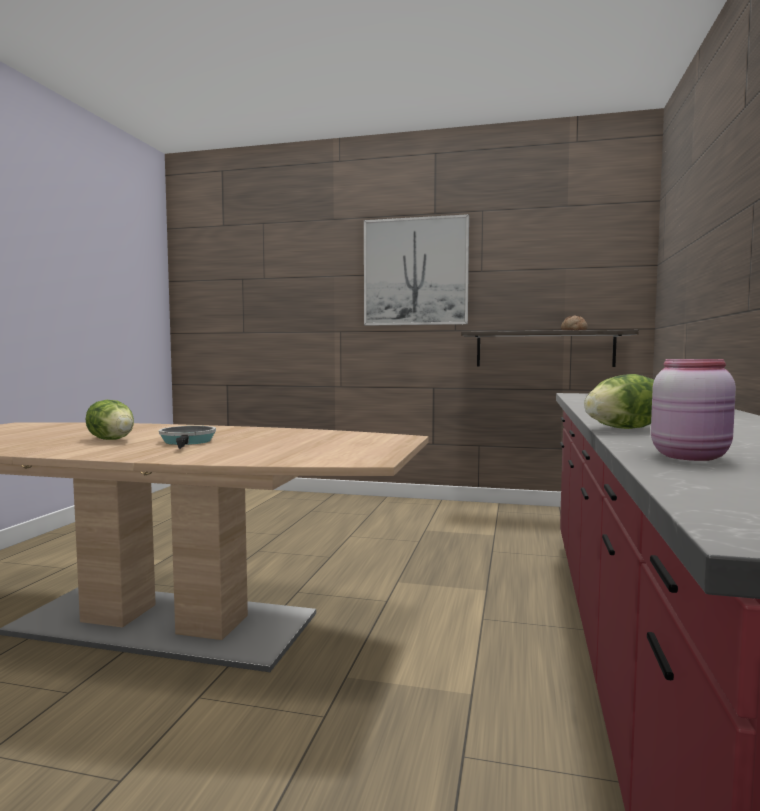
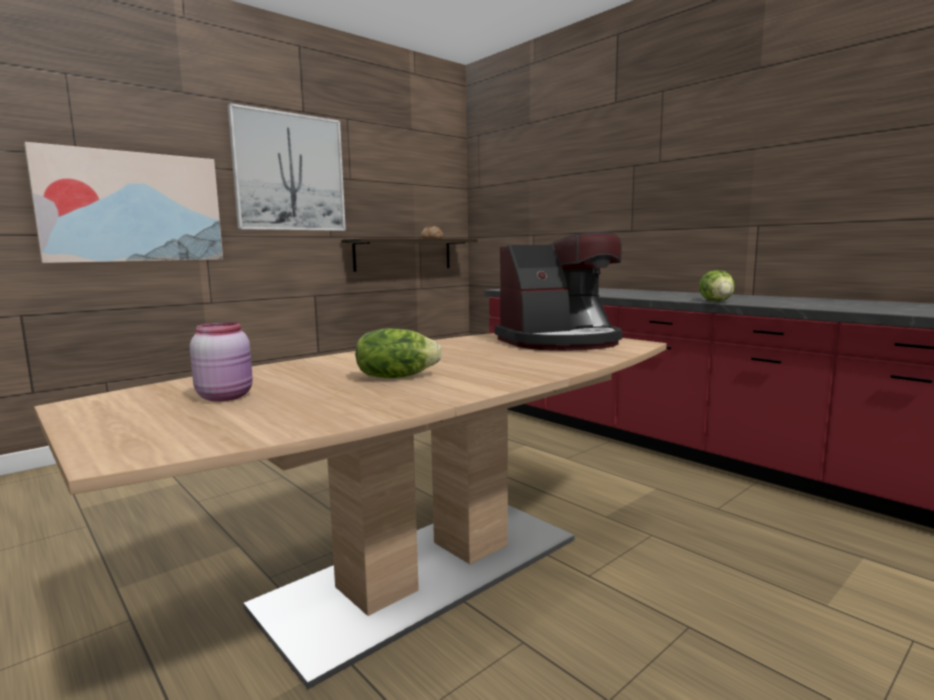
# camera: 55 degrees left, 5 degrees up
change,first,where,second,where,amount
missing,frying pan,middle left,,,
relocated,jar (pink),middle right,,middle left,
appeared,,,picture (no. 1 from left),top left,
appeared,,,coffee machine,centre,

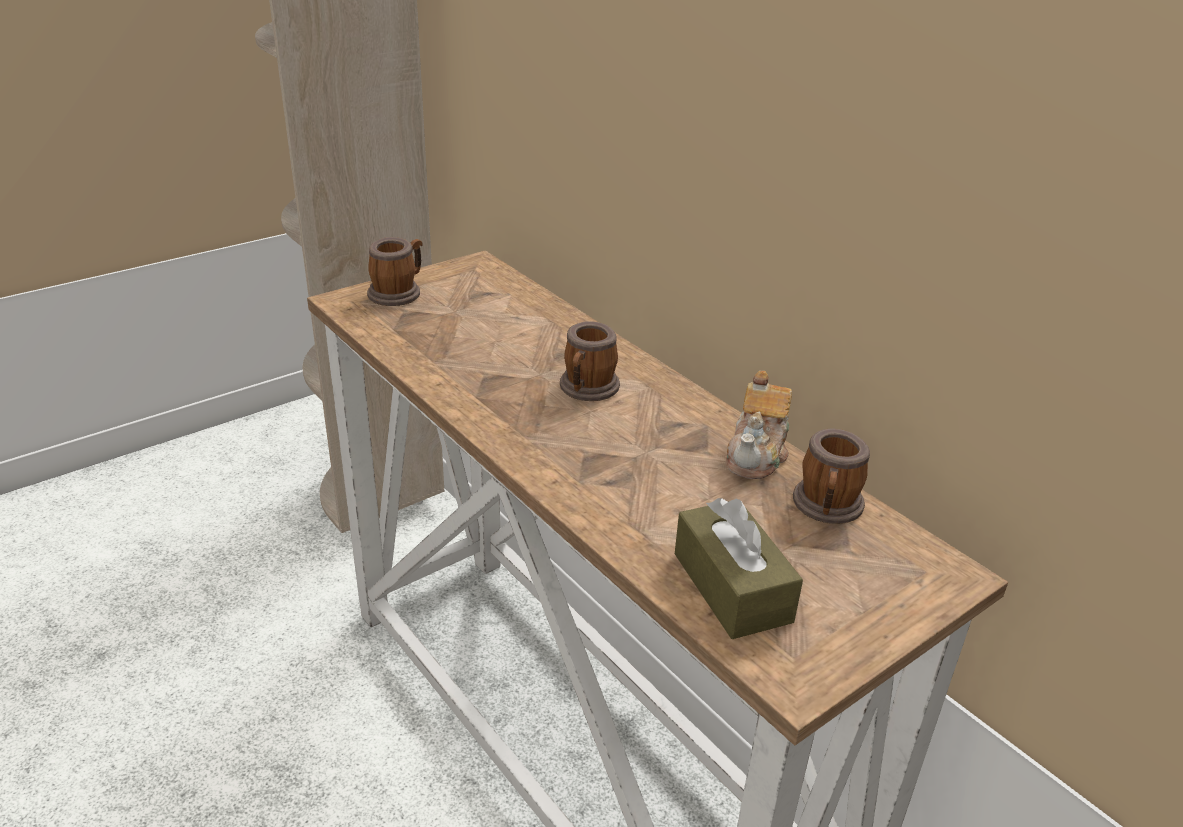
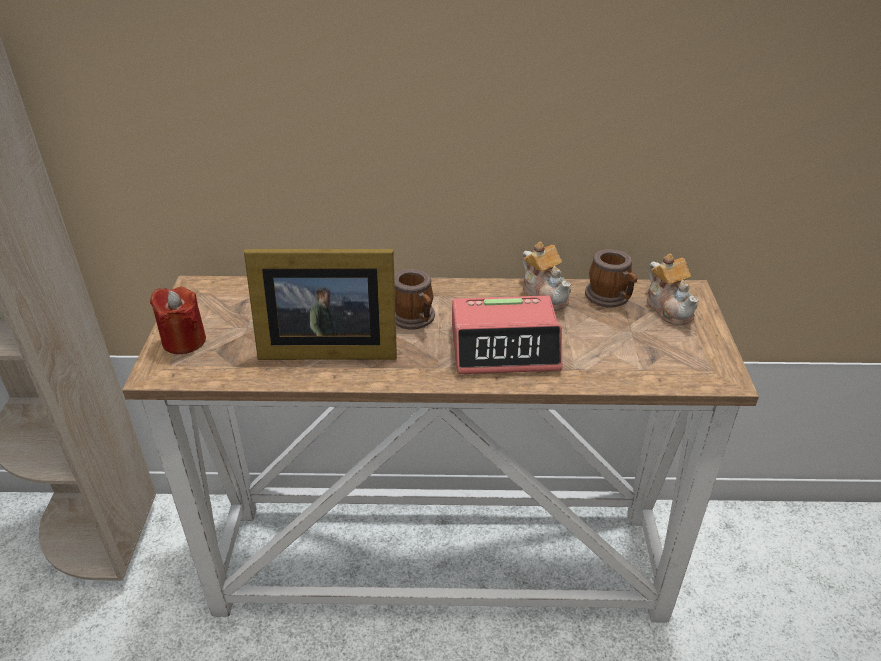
# camera: 50 degrees left, 5 degrees up
change,first,where,second,where,amount
exchanged,mug (no. 1 from left),top centre,candle (red),middle left,
missing,tissue box (brown),bottom centre,,,
appeared,,,picture frame,centre,
appeared,,,alarm clock,centre,
appeared,,,teapot (no. 2 from left),middle right,

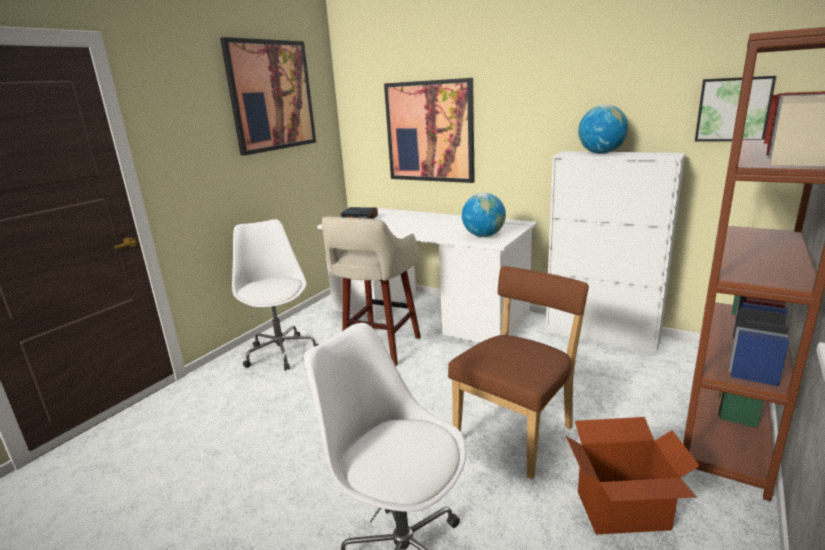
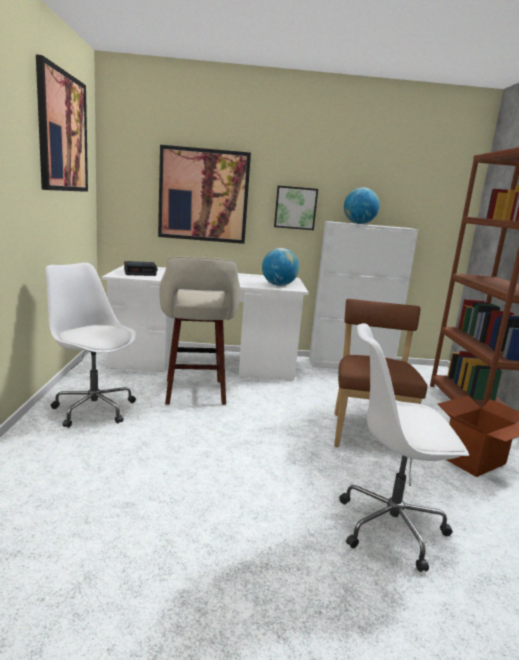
# camera: 35 degrees left, 5 degrees down
change,first,where,second,where,amount
relocated,picture (no. 3 from left),top right,,top centre,

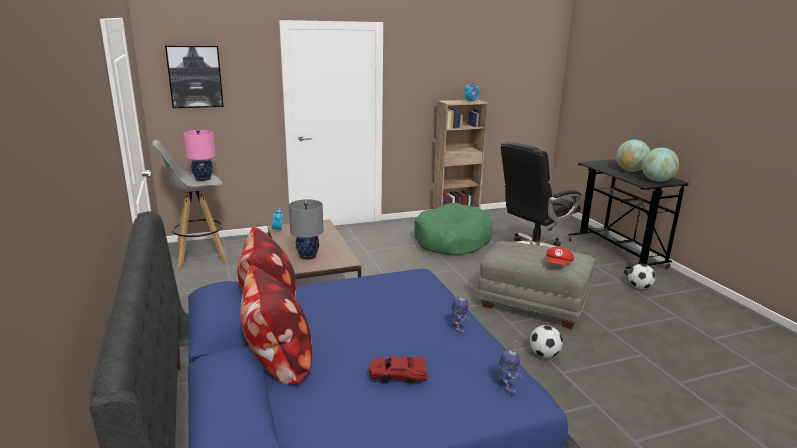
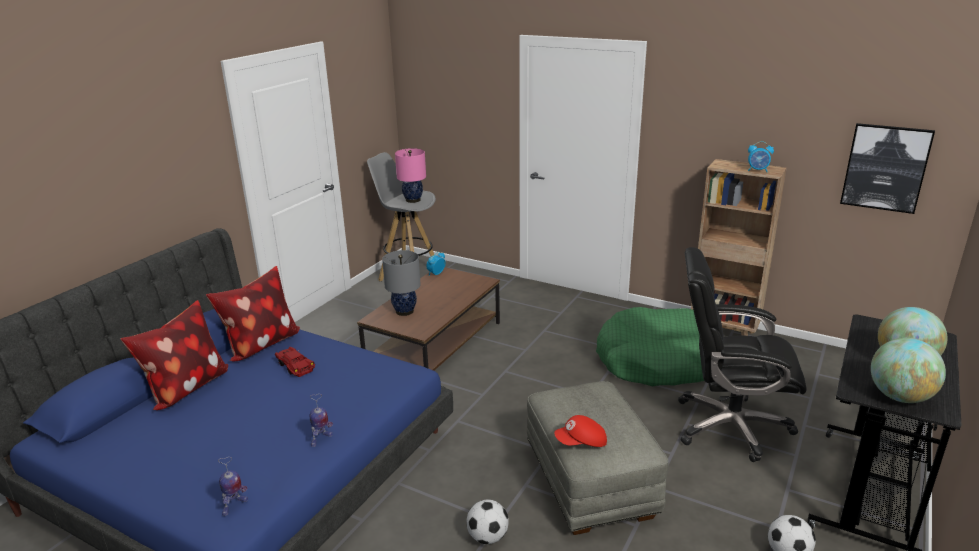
# camera: 50 degrees right, 5 degrees up
change,first,where,second,where,amount
relocated,picture,top left,,top right,
relocated,toy car (red),bottom centre,,middle left,

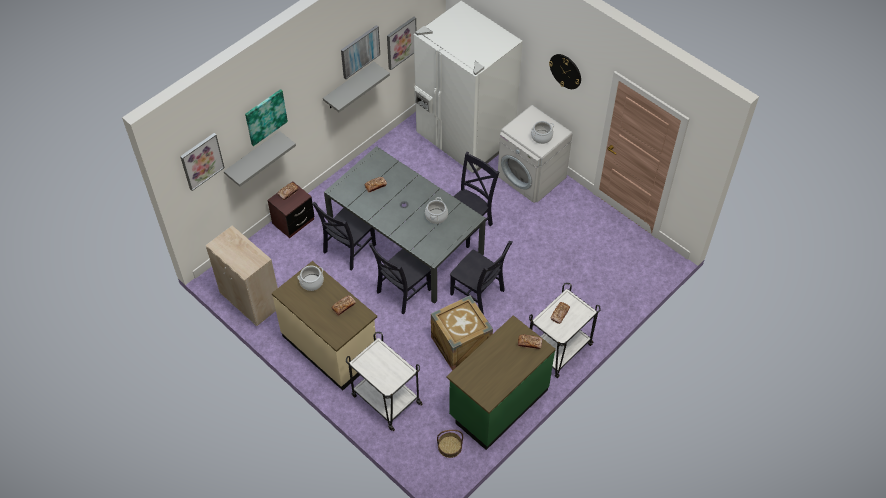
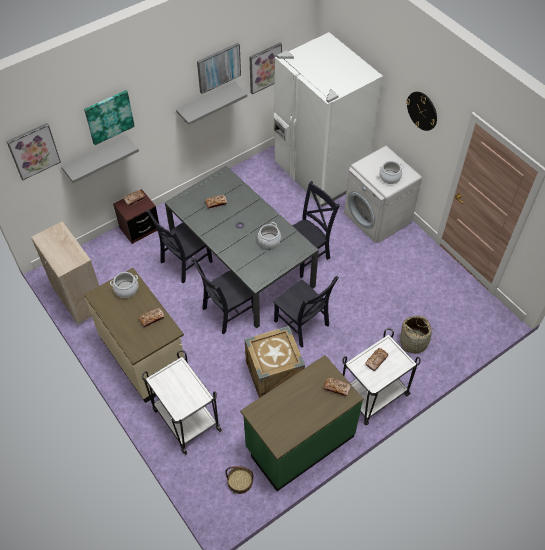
# camera: 10 degrees right, 0 degrees up
change,first,where,second,where,amount
appeared,,,basket (no. 2 from left),middle right,

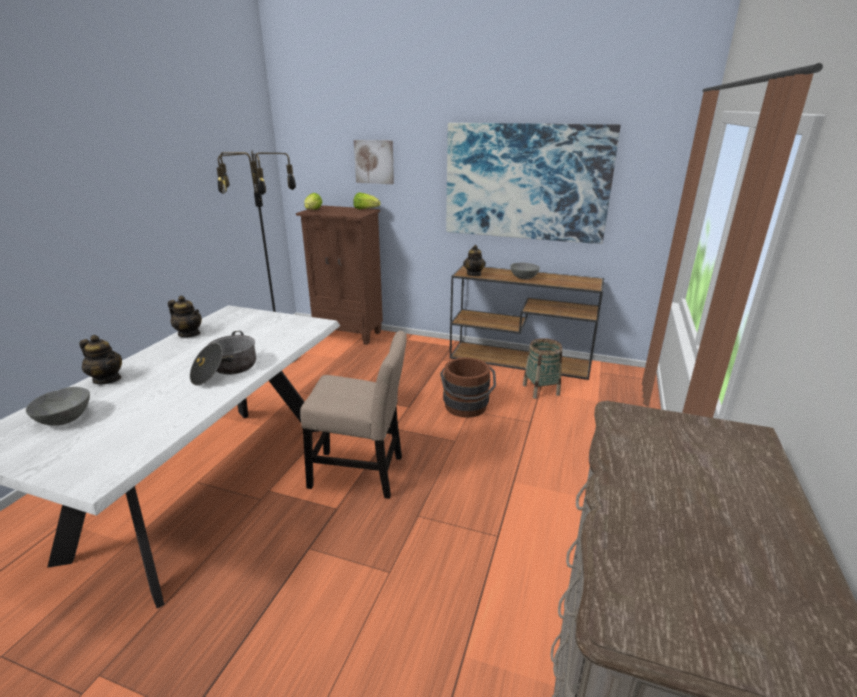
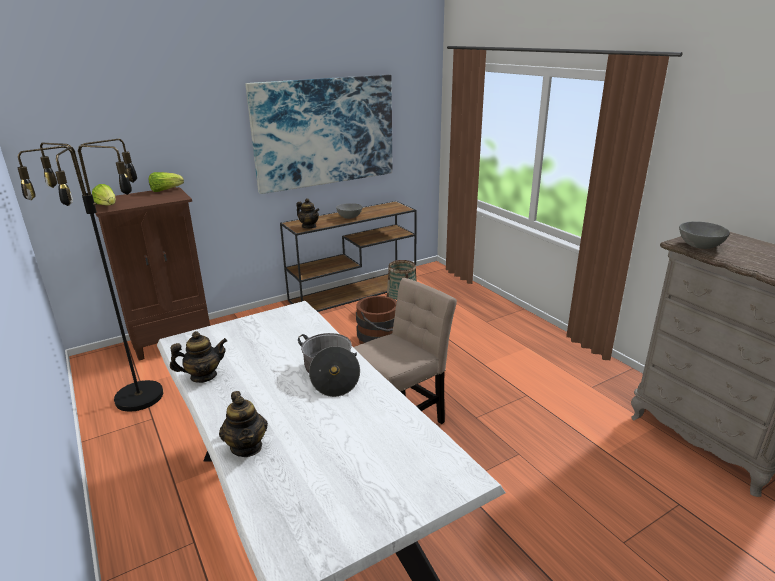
# camera: 50 degrees left, 0 degrees up
change,first,where,second,where,amount
relocated,bowl (grey) (no. 1 from left in the first image),middle left,bowl (grey) (no. 2 from left),middle right,
spun,teapot (no. 1 from left in the first image),middle left,teapot (no. 2 from left),bottom left,90 degrees clockwise
missing,picture (no. 1 from left),top centre,,,

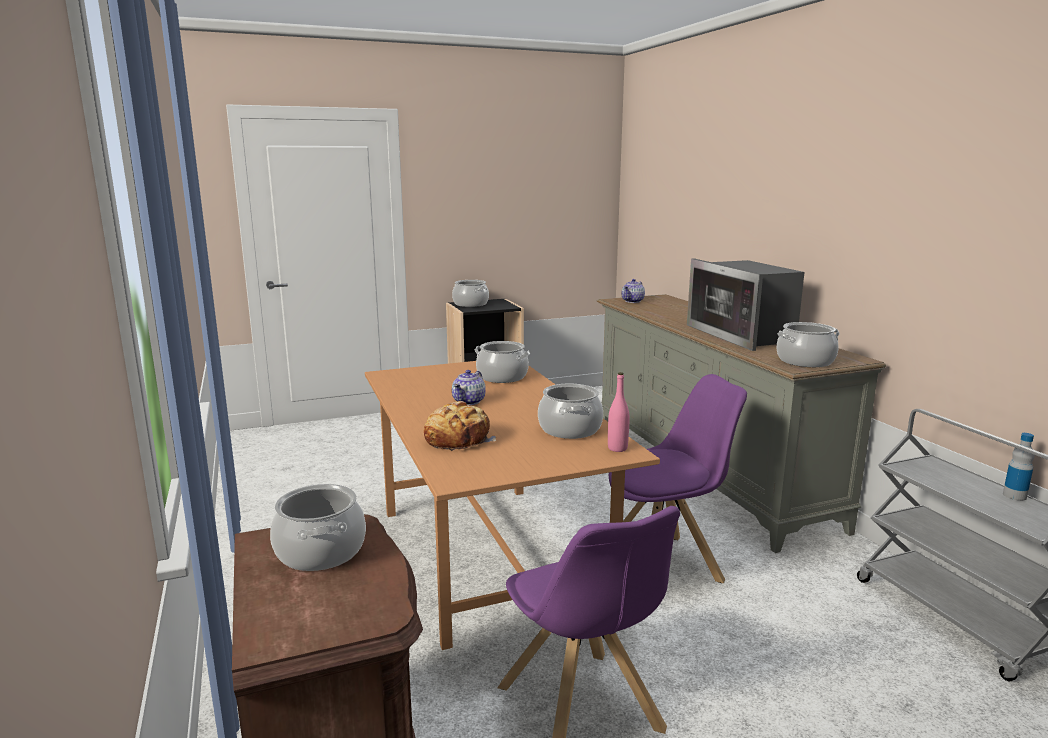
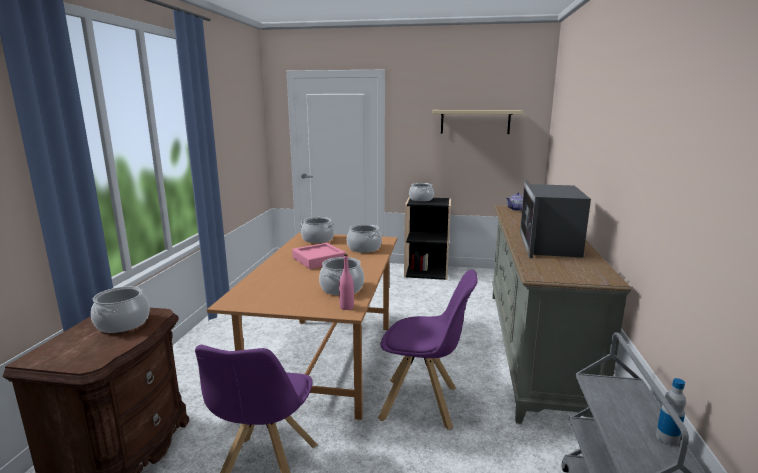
# camera: 30 degrees right, 0 degrees up
change,first,where,second,where,amount
missing,bread,centre,,,
exchanged,teapot (no. 1 from left),centre,tray (pink),centre,
relocated,cooking pot (no. 5 from left in the first image),middle right,cooking pot (no. 2 from left),centre,
appeared,,,shelf (beige),top centre,

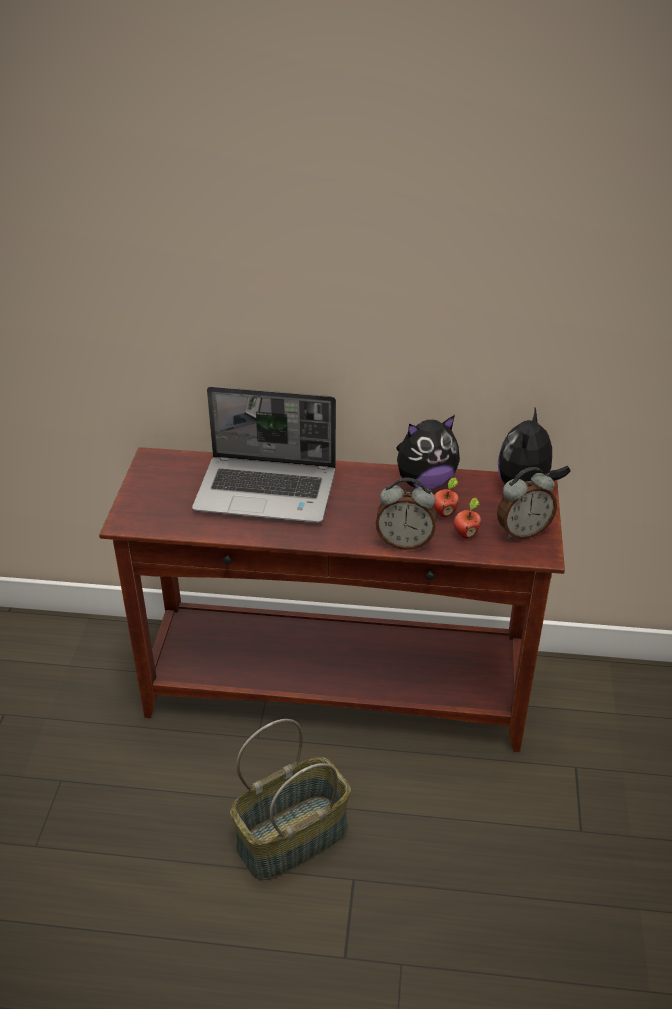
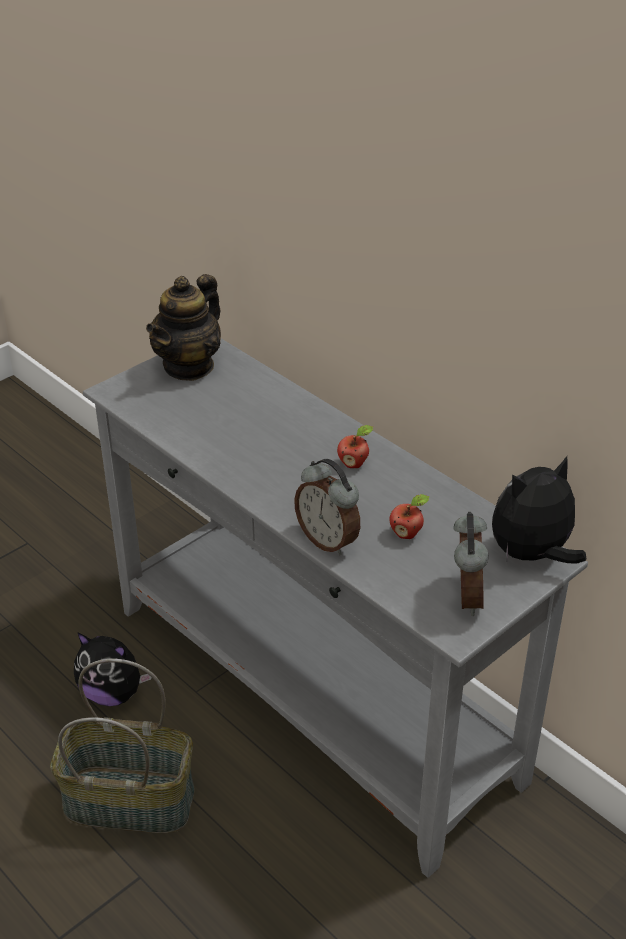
# camera: 40 degrees right, 0 degrees up
change,first,where,second,where,amount
colour,console table (brown),centre,console table (grey),centre,
missing,laptop,centre,,,
relocated,plush toy (no. 1 from left),centre,,bottom left,
relocated,apple (no. 2 from left in the first image),middle right,apple (no. 1 from left),centre,
spun,alarm clock (no. 2 from left),middle right,,middle right,105 degrees counterclockwise
appeared,,,teapot,middle left,

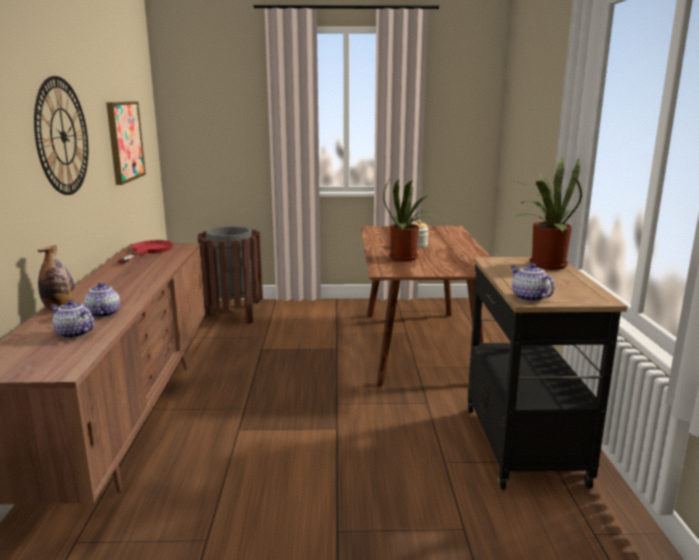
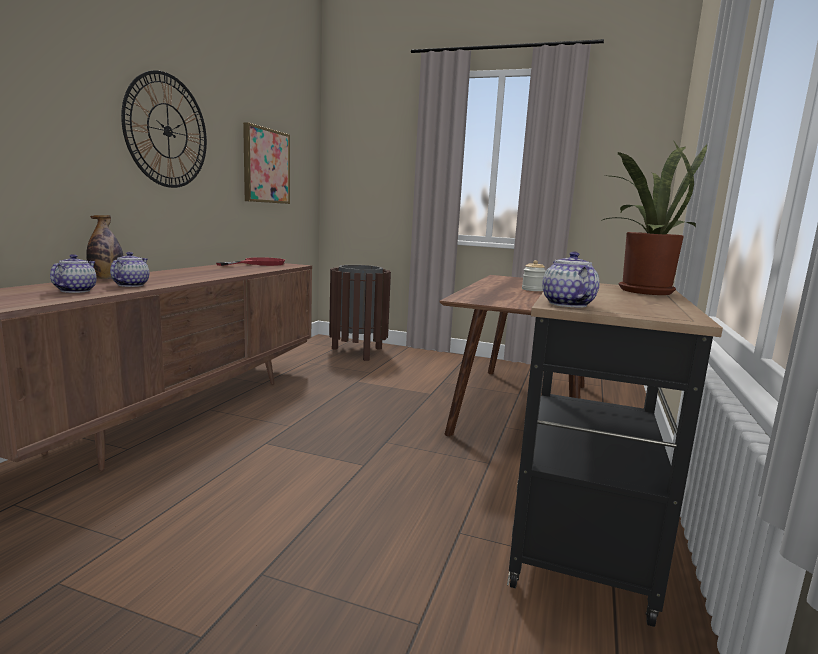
# camera: 20 degrees right, 5 degrees down
change,first,where,second,where,amount
spun,teapot (no. 1 from left),middle left,,middle left,45 degrees clockwise
missing,potted plant (no. 1 from left),centre,,,

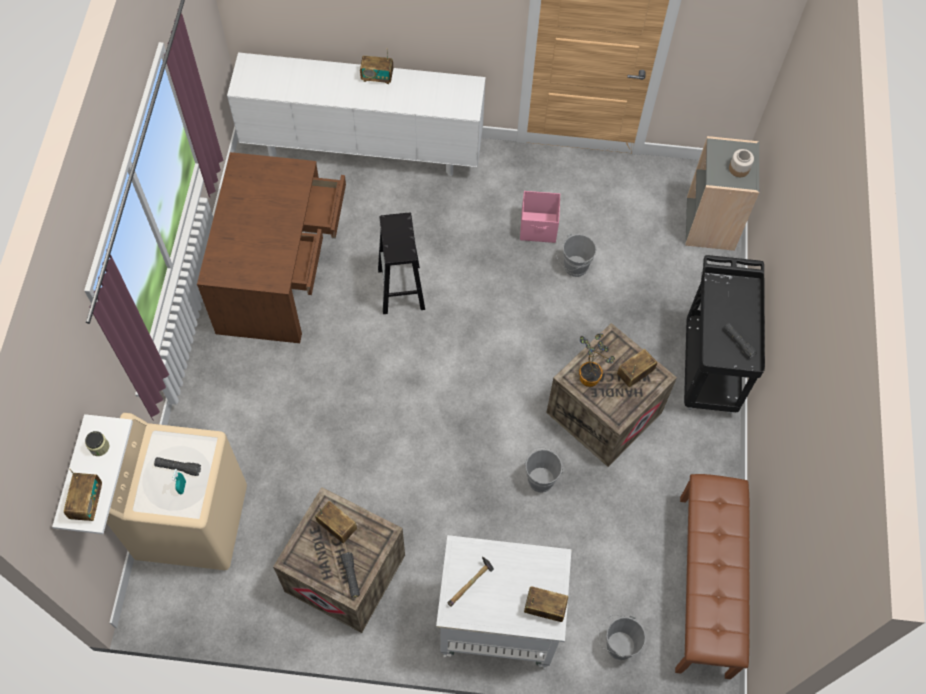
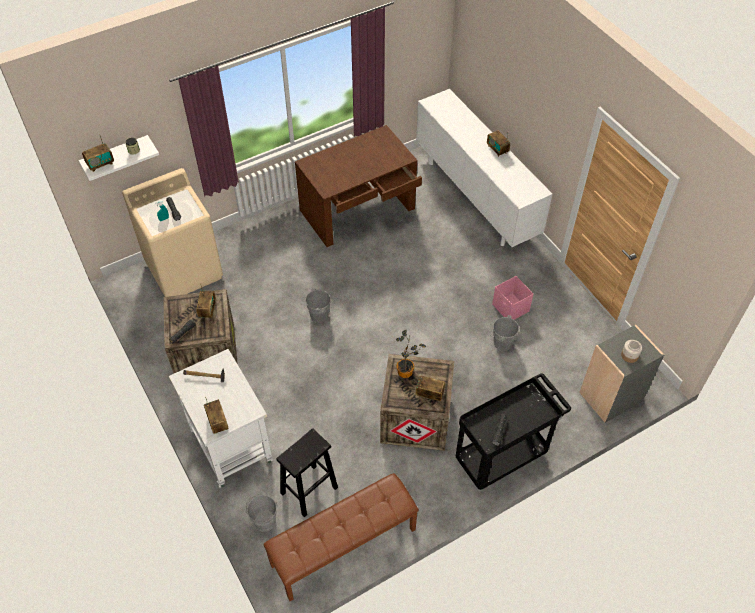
# camera: 55 degrees right, 10 degrees down
change,first,where,second,where,amount
relocated,stool (black),centre,,bottom centre,
relocated,bucket (grey) (no. 1 from left in the first image),bottom centre,bucket (grey) (no. 2 from left),centre,

